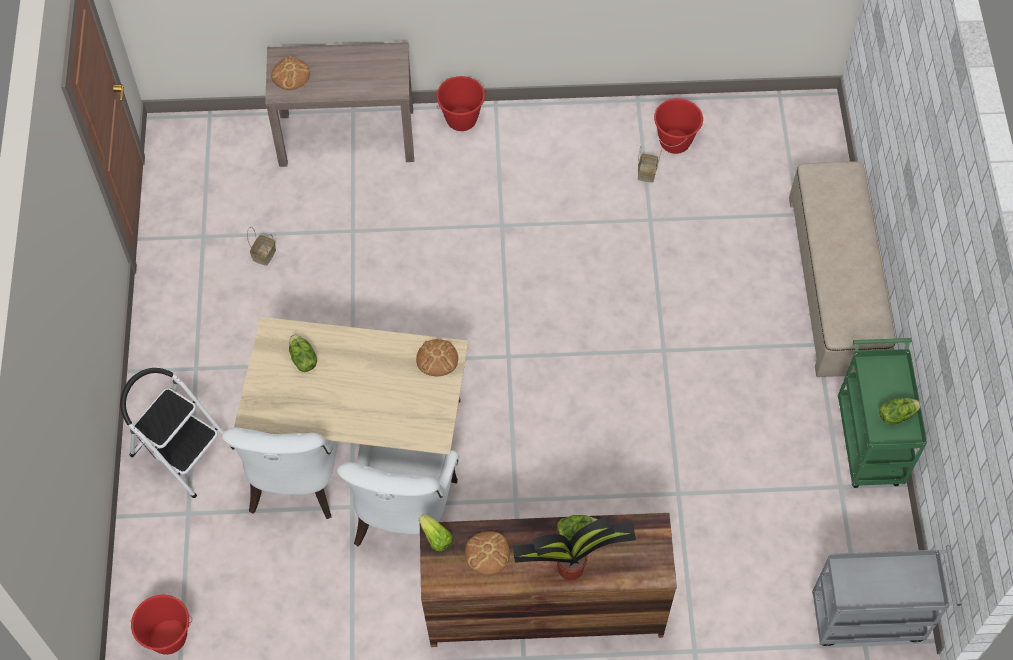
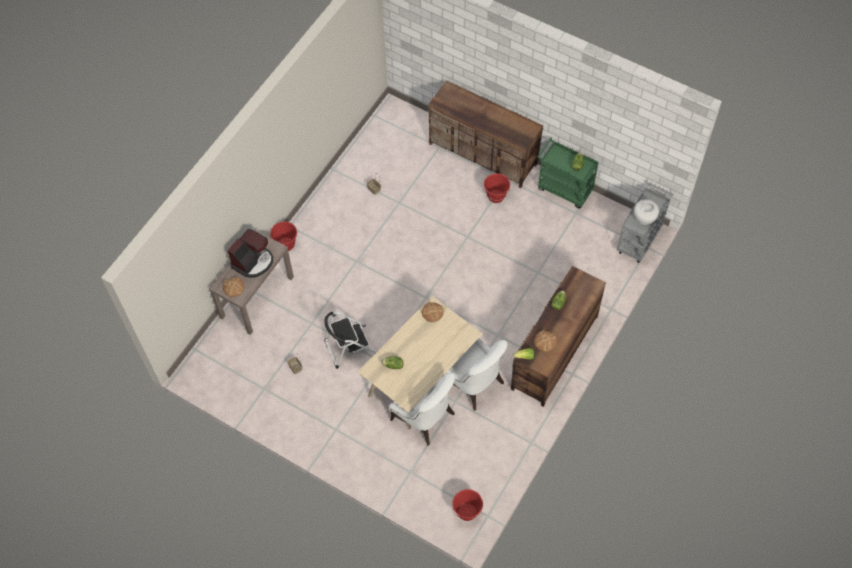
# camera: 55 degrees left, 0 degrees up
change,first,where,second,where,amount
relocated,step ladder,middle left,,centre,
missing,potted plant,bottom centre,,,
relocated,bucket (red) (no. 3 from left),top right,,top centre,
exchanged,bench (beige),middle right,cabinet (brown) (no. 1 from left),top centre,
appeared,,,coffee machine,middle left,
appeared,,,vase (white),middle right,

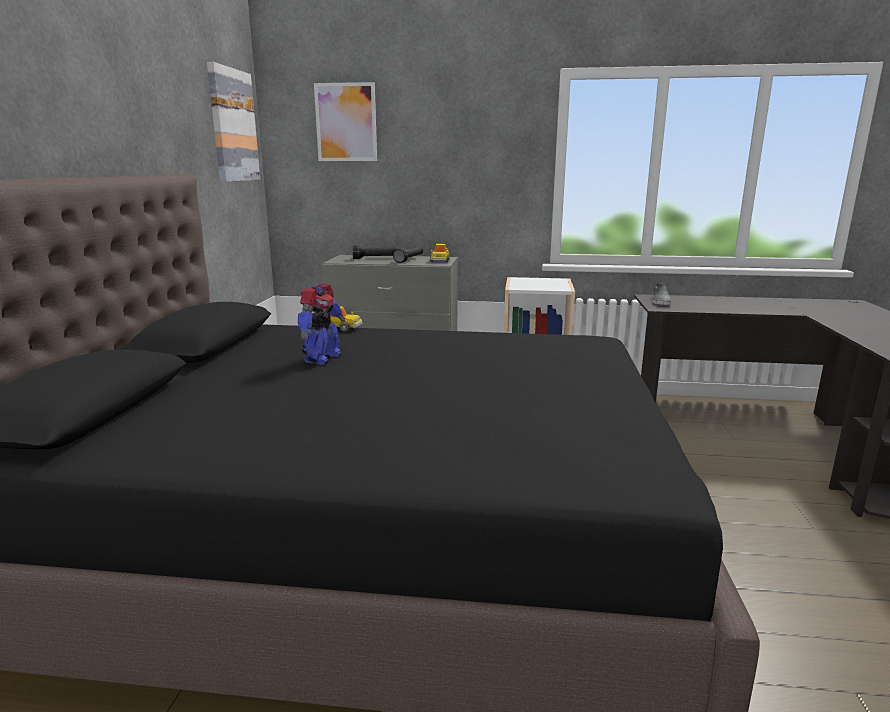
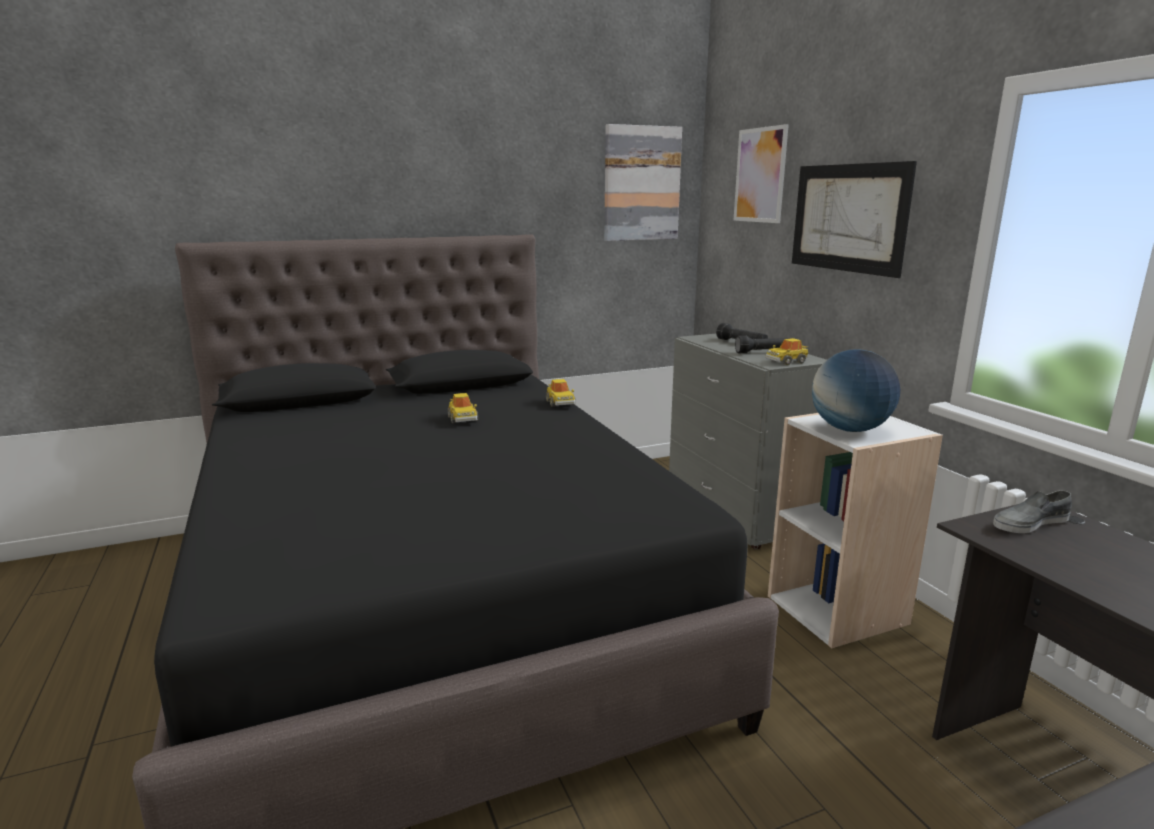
# camera: 60 degrees right, 0 degrees up
change,first,where,second,where,amount
exchanged,toy robot,centre,toy car (no. 1 from left),centre,
appeared,,,picture (no. 3 from left),top right,
appeared,,,globe,middle right,

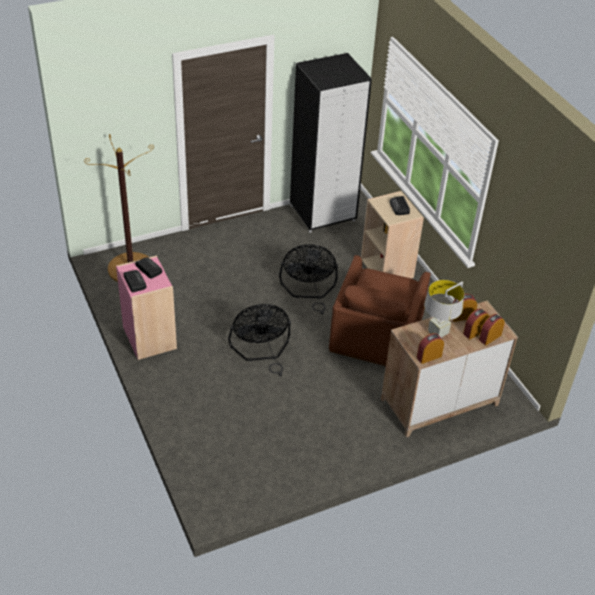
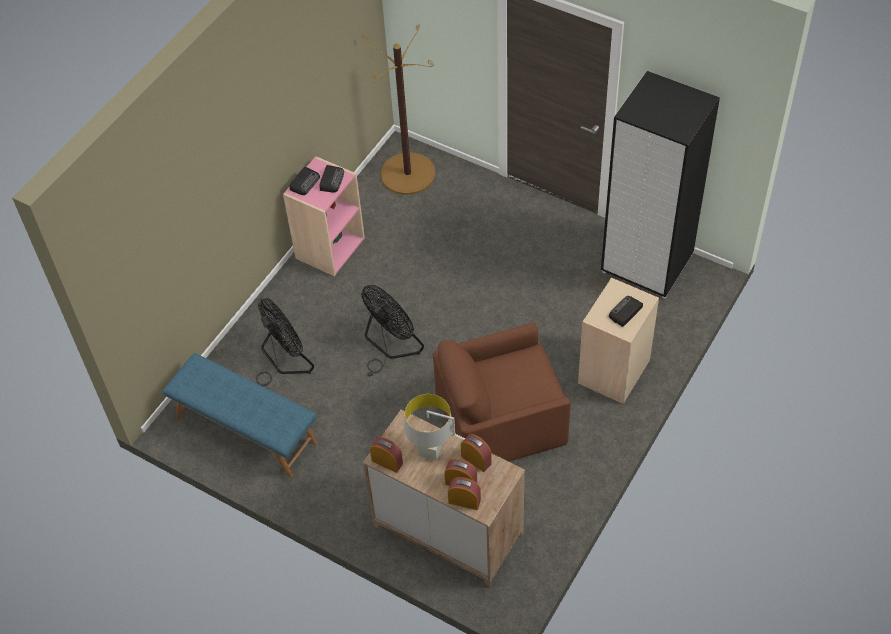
# camera: 60 degrees right, 10 degrees up
change,first,where,second,where,amount
relocated,fan (black) (no. 2 from left in the first image),centre,fan (black) (no. 1 from left),middle left,
appeared,,,bench (blue),middle left,

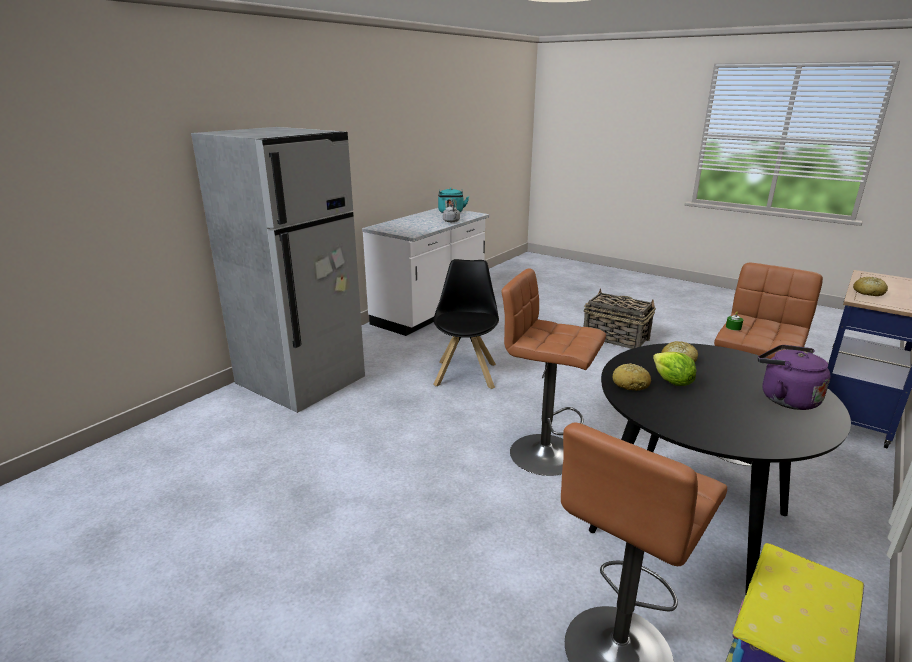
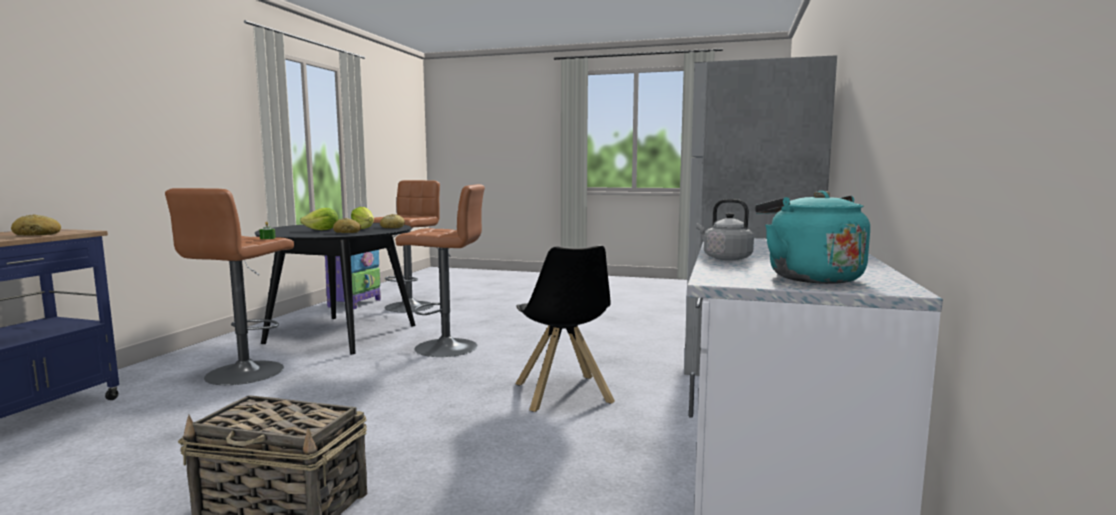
# camera: 160 degrees right, 15 degrees down
change,first,where,second,where,amount
missing,kettle (purple),middle right,,,
appeared,,,lettuce (no. 1 from left),middle left,

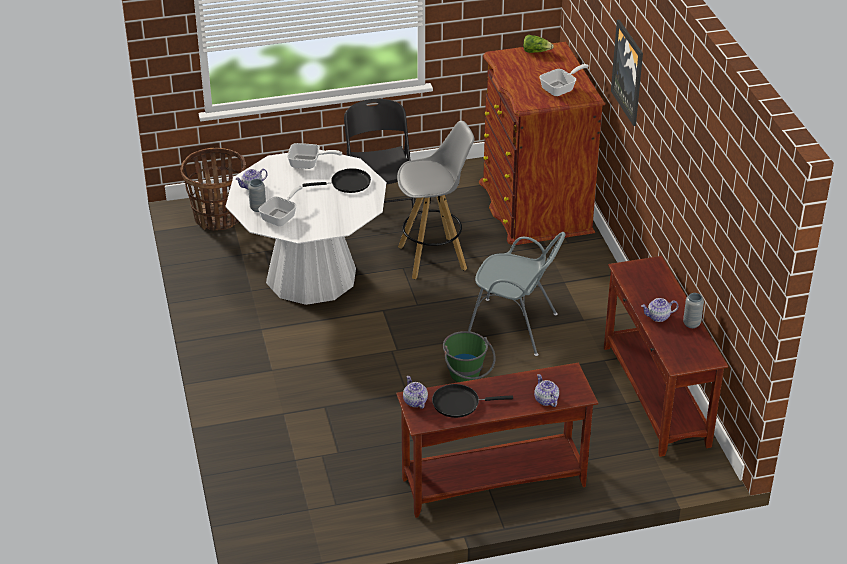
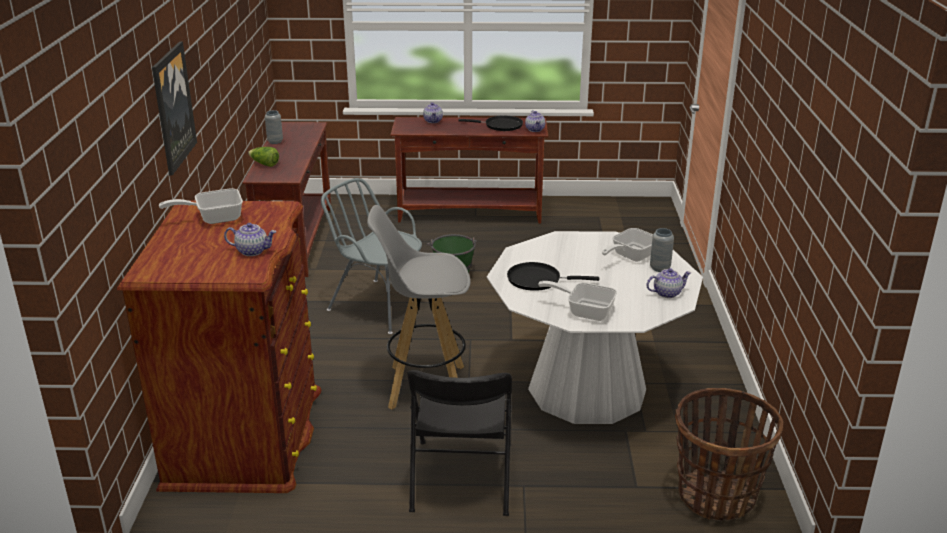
# camera: 165 degrees left, 10 degrees down
change,first,where,second,where,amount
relocated,lettuce,top centre,,top left,
relocated,teapot (no. 4 from left in the first image),middle right,teapot (no. 1 from left),middle left,

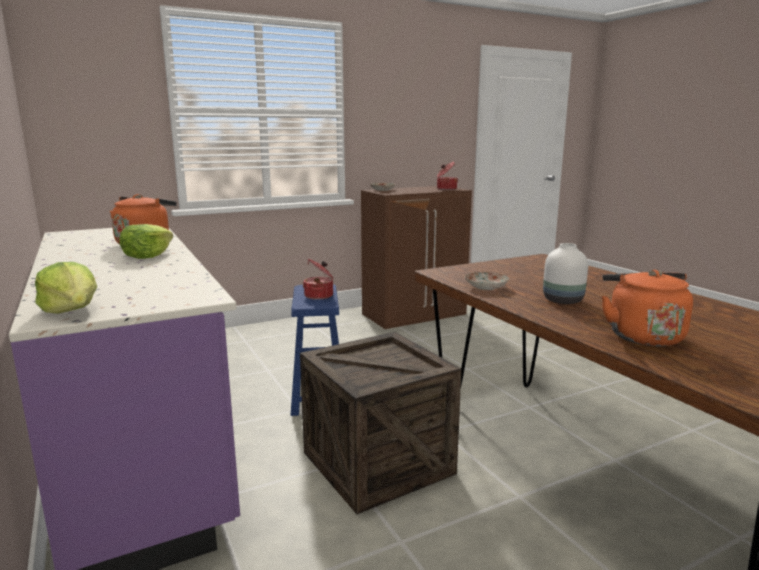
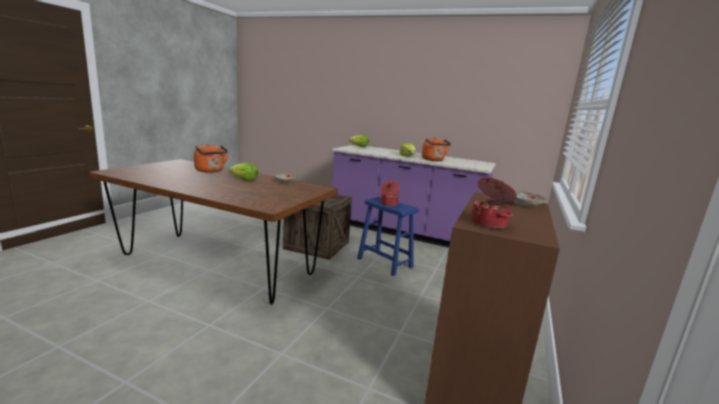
# camera: 140 degrees right, 0 degrees up
change,first,where,second,where,amount
exchanged,vase (white),middle right,lettuce (no. 1 from left),centre,

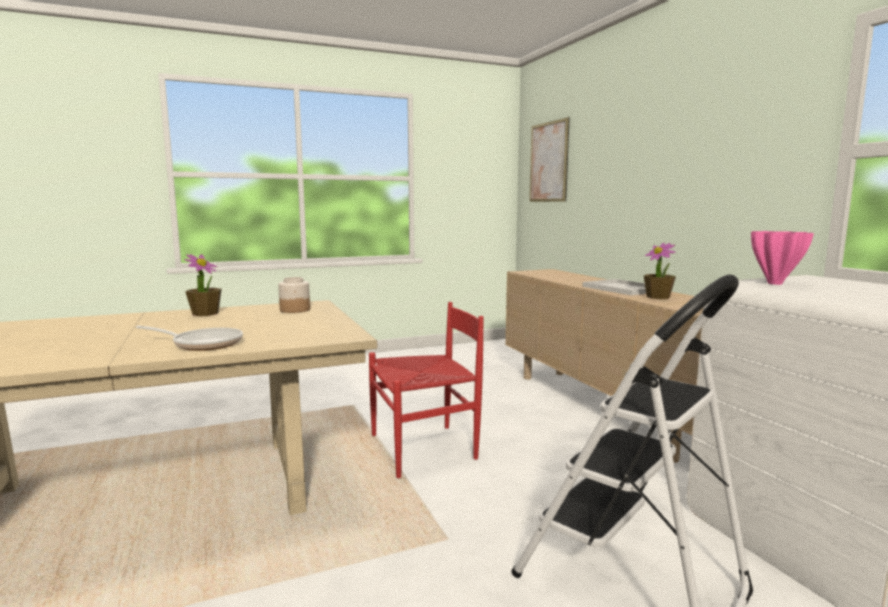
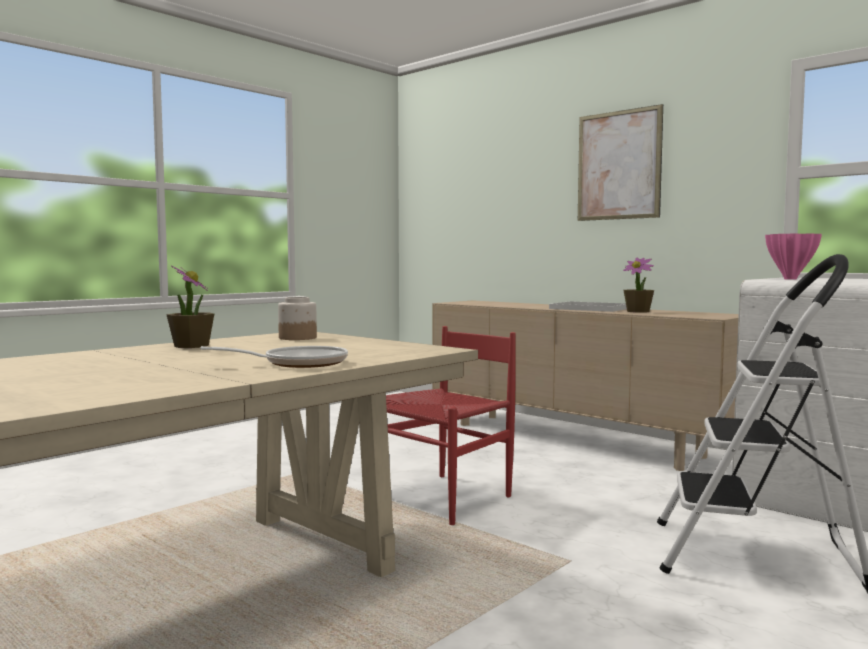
# camera: 25 degrees left, 5 degrees down
change,first,where,second,where,amount
relocated,picture,top centre,,top right,

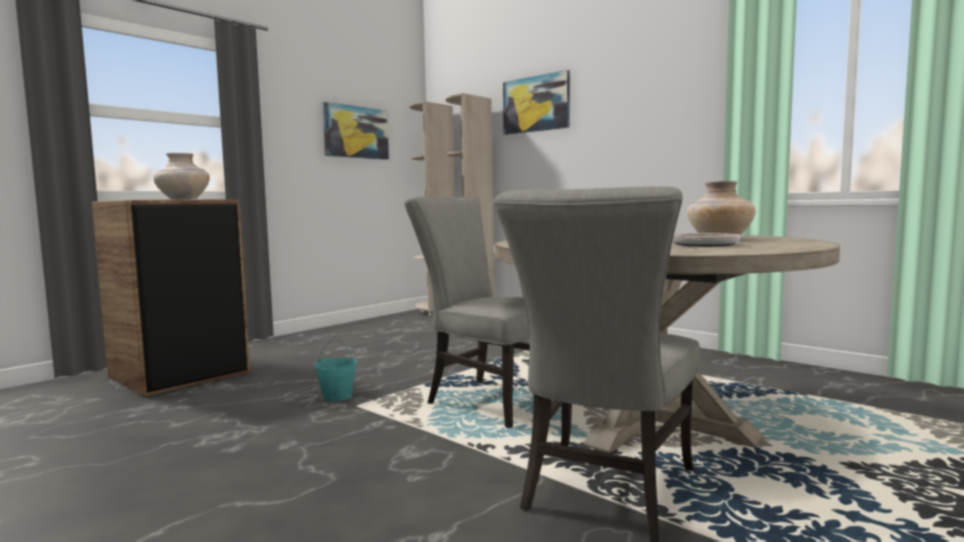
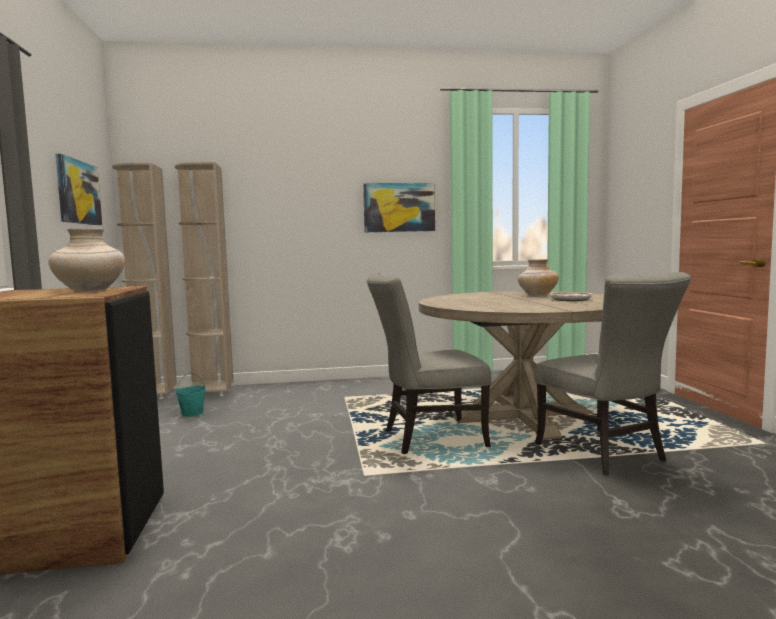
# camera: 50 degrees left, 0 degrees up
change,first,where,second,where,amount
relocated,bucket (turquoise),bottom centre,,middle left,
relocated,picture (no. 2 from left),top centre,,centre,

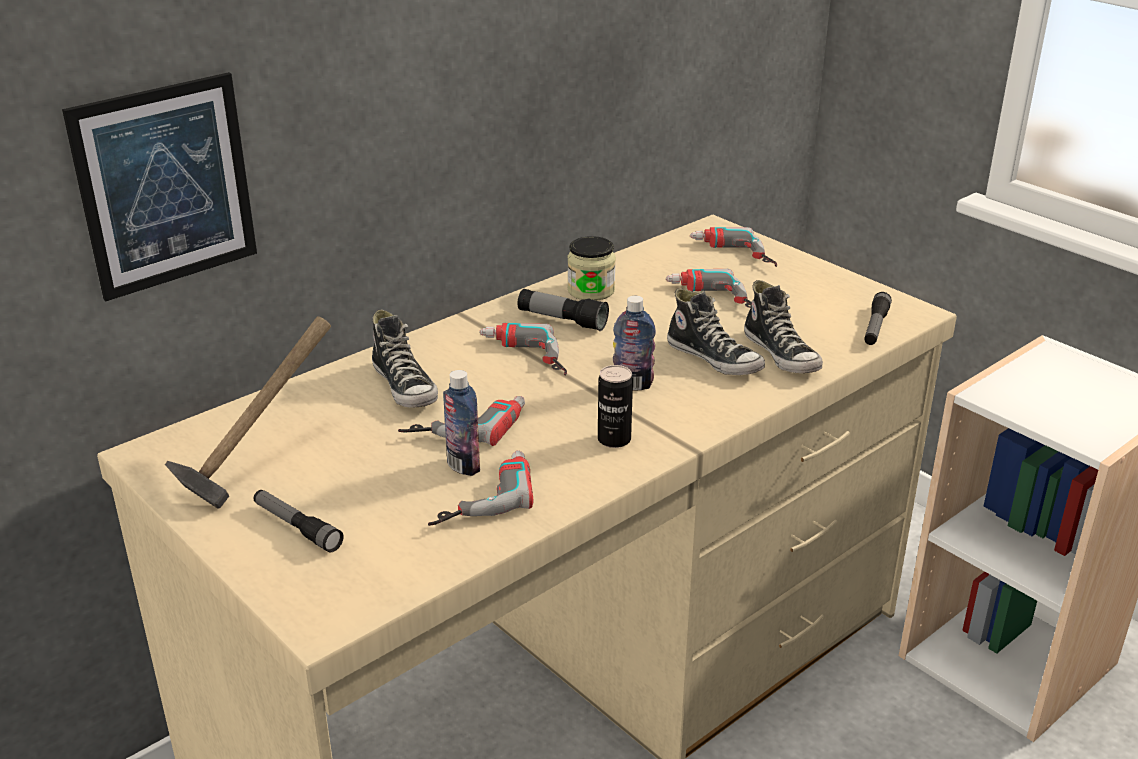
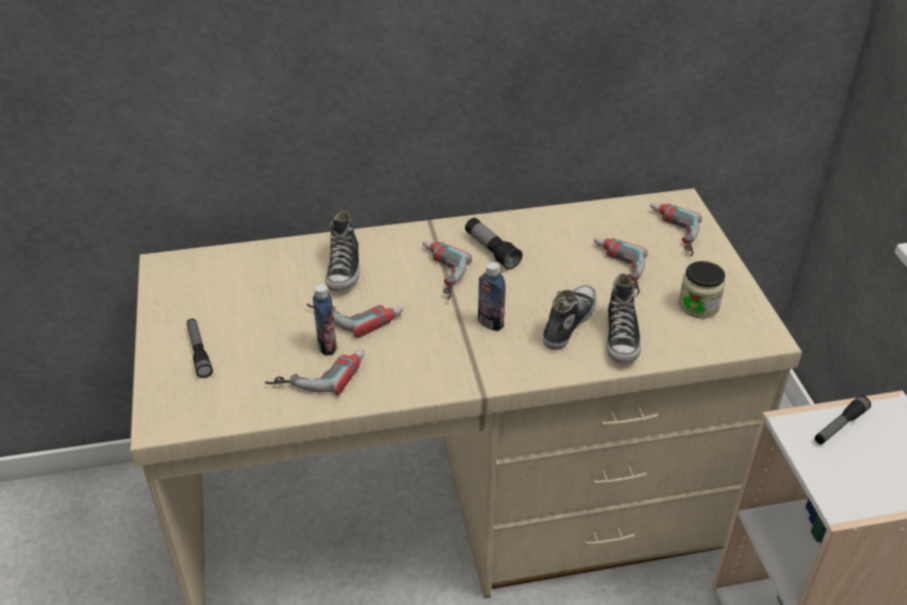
# camera: 30 degrees right, 10 degrees up
change,first,where,second,where,amount
missing,picture,top left,,,
missing,hammer,middle left,,,
relocated,jar,centre,,middle right,
missing,can,centre,,,
spun,shoe (no. 2 from left),centre,,centre,135 degrees counterclockwise
relocated,flashlight (no. 3 from left),middle right,,bottom right,

